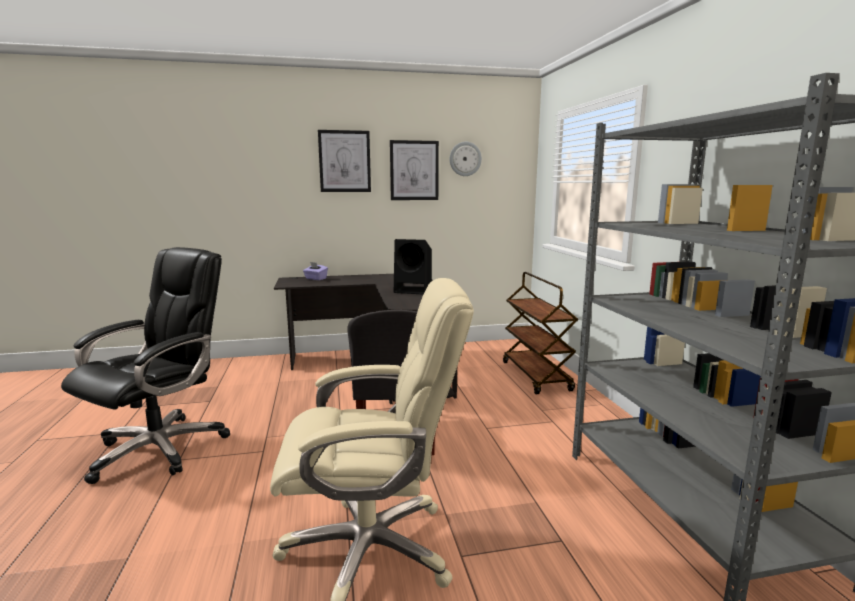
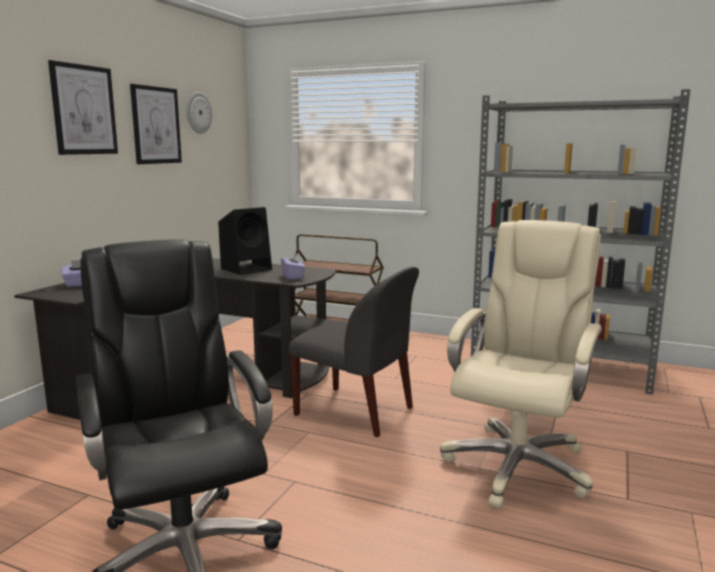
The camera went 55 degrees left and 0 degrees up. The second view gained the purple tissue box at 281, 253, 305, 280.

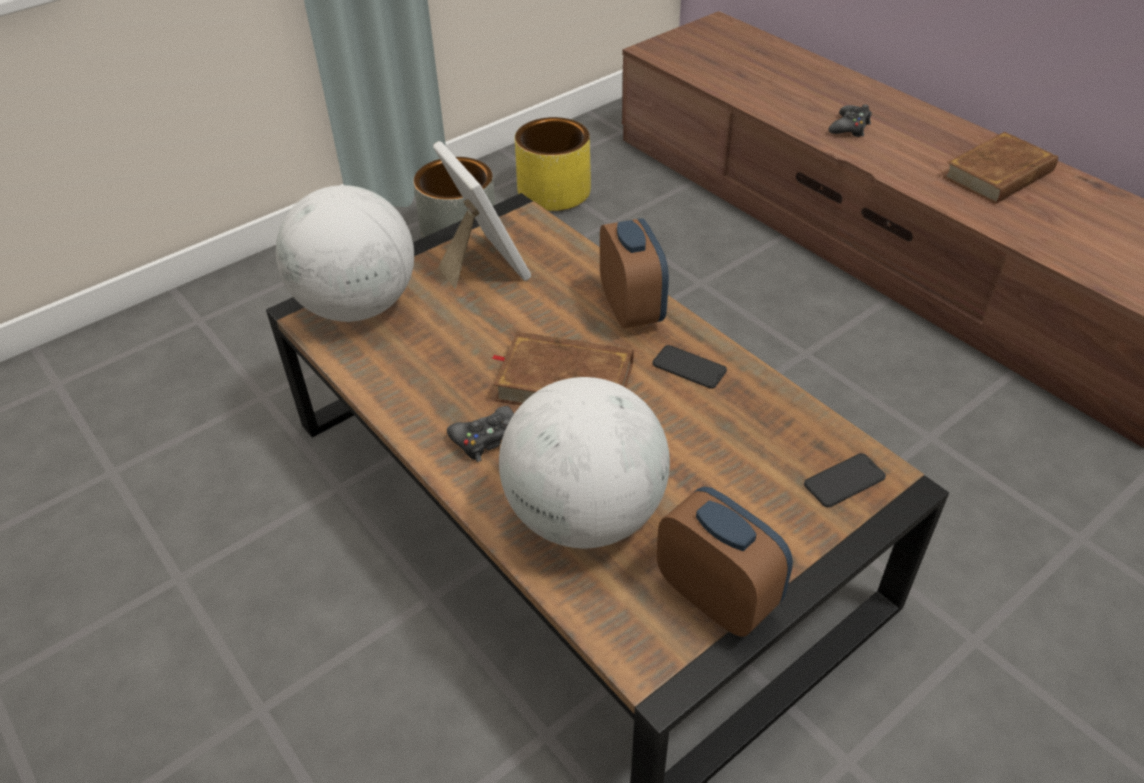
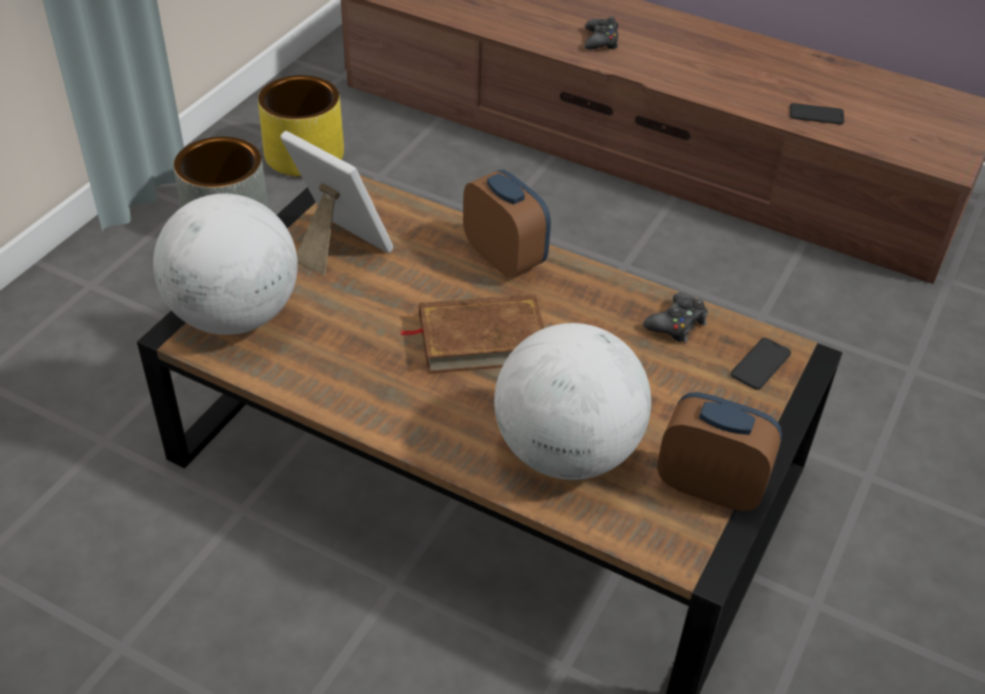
The camera went 25 degrees left and 0 degrees up. The second view lost the brown book at 943, 132, 1058, 204. The black game controller ended up elsewhere, having gone from 447, 406, 514, 462 to 643, 292, 708, 343. The phone ended up elsewhere, having gone from 652, 345, 727, 389 to 790, 103, 844, 124.

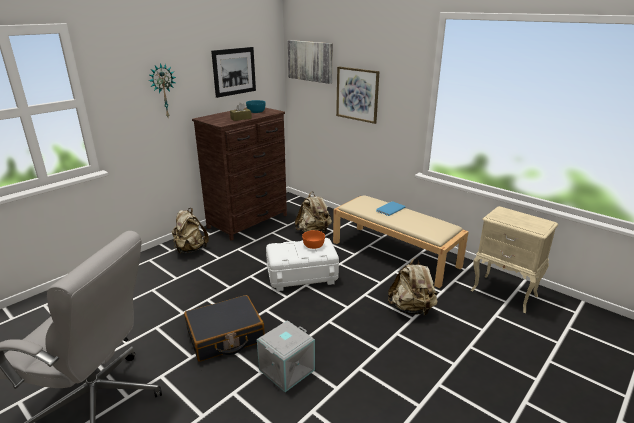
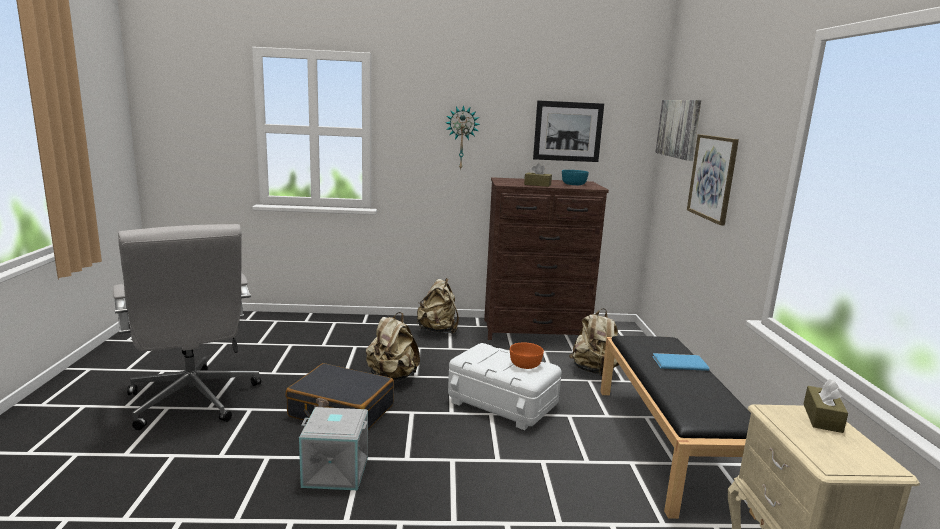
The camera went 45 degrees right and 10 degrees down. The second view gained the brown tissue box at 804, 379, 848, 433. The beige backpack ended up elsewhere, having gone from 388, 257, 438, 315 to 366, 312, 420, 381. What was the beige bench at 333, 195, 469, 288 turned into the black bench at 600, 336, 756, 519.

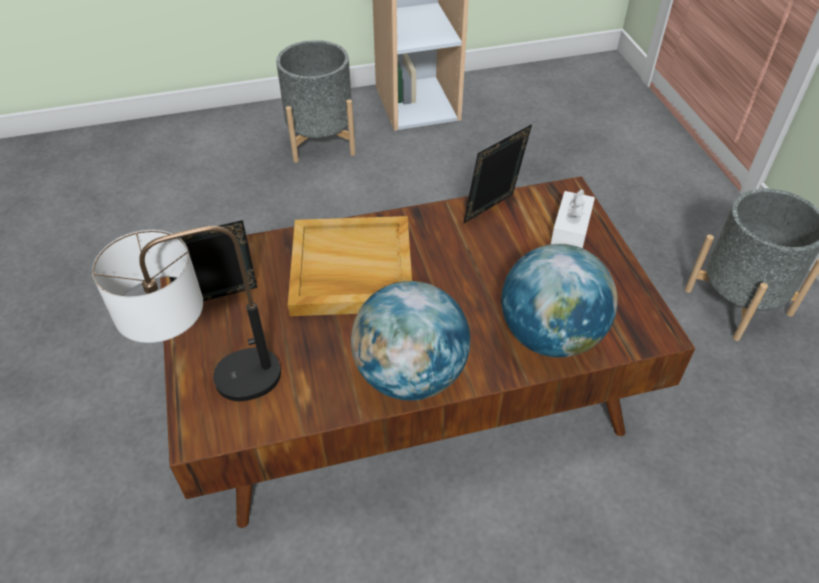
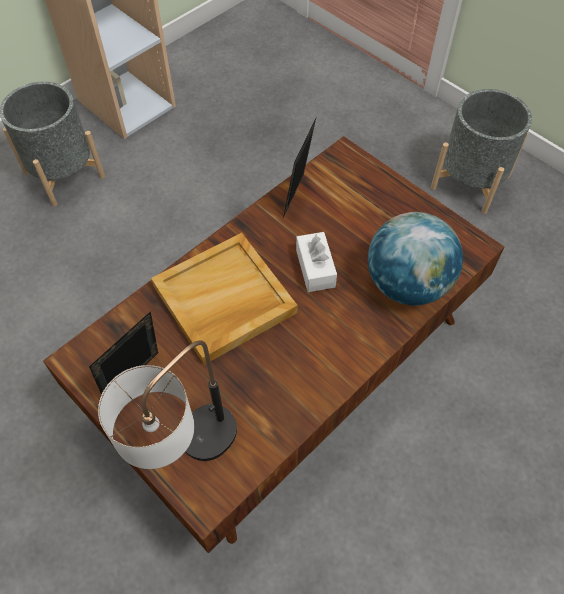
The camera went 30 degrees left and 10 degrees up. The second view lost the globe at 351, 281, 470, 401. The white tissue box ended up elsewhere, having gone from 551, 189, 595, 248 to 296, 232, 337, 292.

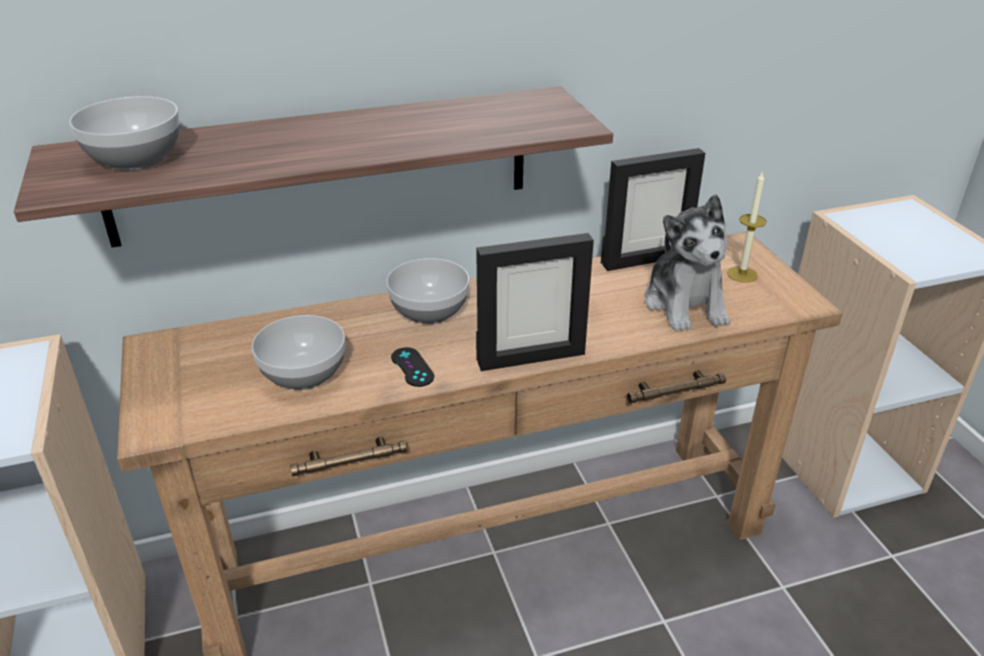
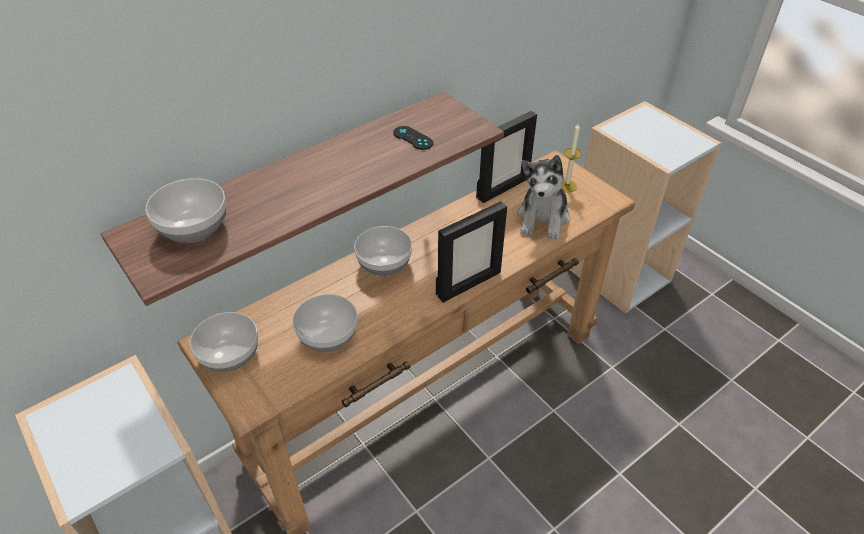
The camera went 20 degrees left and 10 degrees up. The second view gained the bowl at 190, 312, 258, 372. The black game controller ended up elsewhere, having gone from 391, 347, 434, 387 to 393, 126, 433, 150. The plush toy at 645, 194, 730, 332 ended up facing another way, 45 degrees clockwise from before.

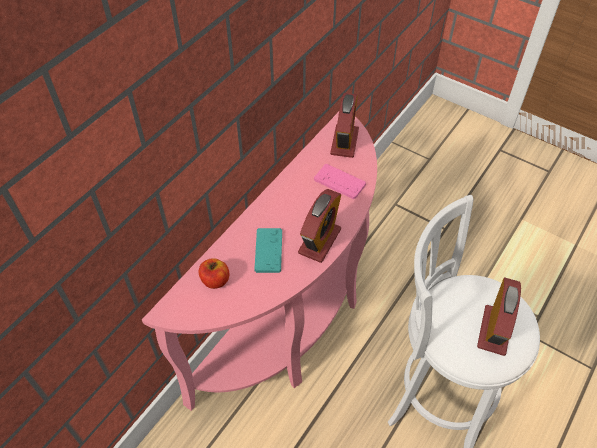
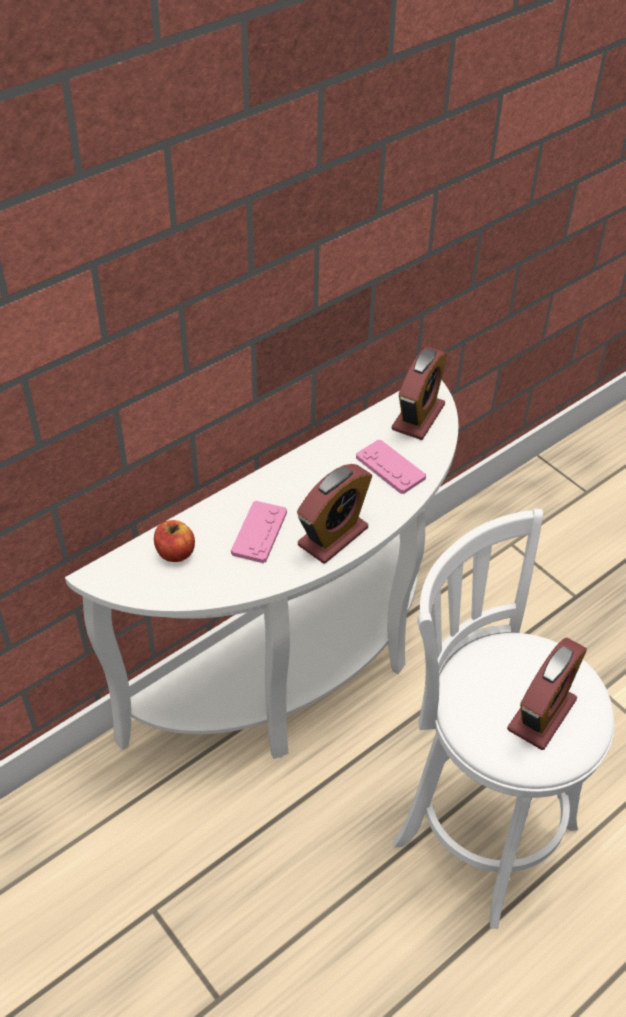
The camera went 15 degrees right and 5 degrees down. What was the pink console table at 142, 112, 377, 411 turned into the white console table at 65, 380, 459, 759. What was the turquoise game controller at 254, 228, 282, 273 turned into the pink game controller at 231, 501, 287, 563.

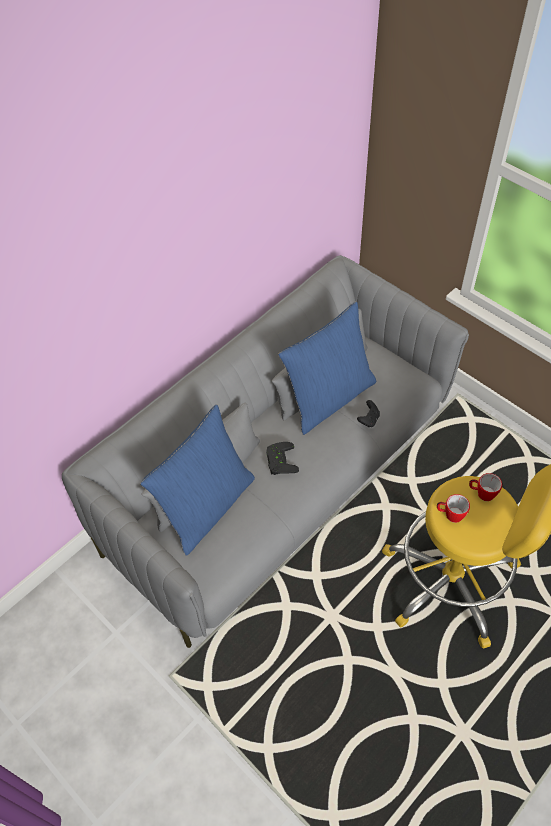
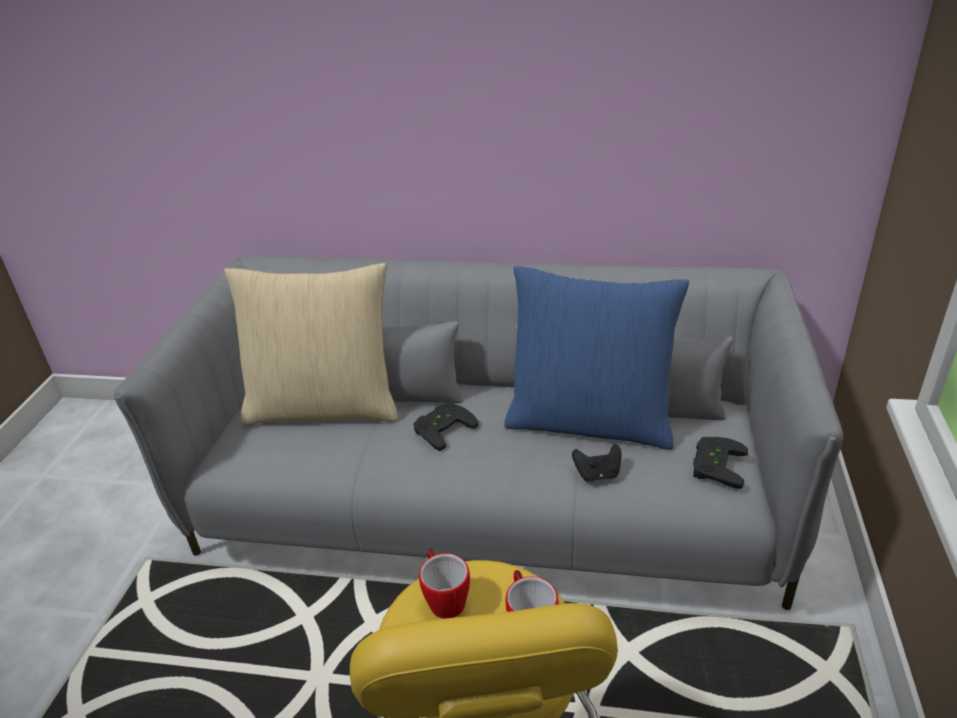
The camera went 55 degrees right and 20 degrees down. The second view gained the black game controller at 693, 437, 748, 489. What was the blue pillow at 140, 404, 255, 556 turned into the beige pillow at 224, 263, 399, 425.

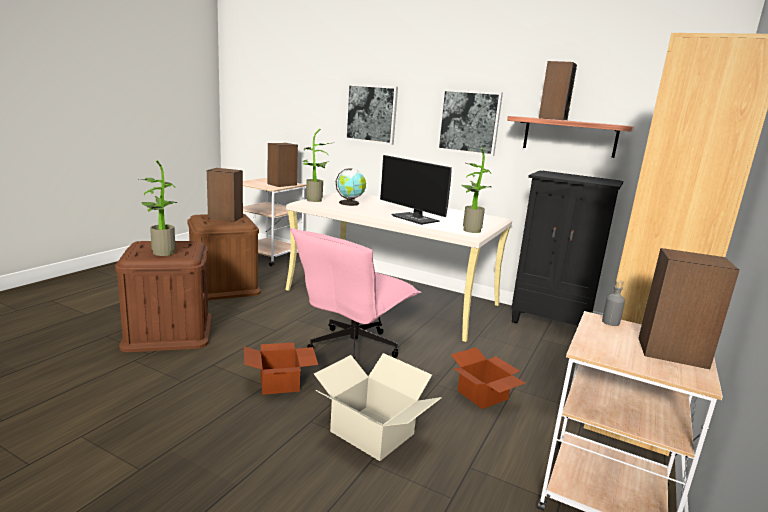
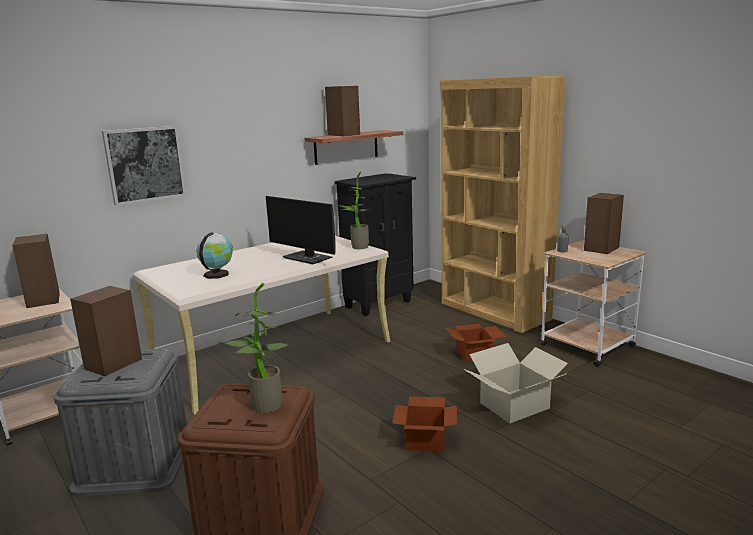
The camera went 65 degrees left and 0 degrees up. The second view lost the pink office chair at 290, 228, 422, 359. The second view lost the potted plant at 303, 128, 334, 202. The second view lost the picture at 437, 89, 503, 156. What was the brown storage box at 187, 214, 261, 300 turned into the grey storage box at 54, 349, 187, 496. The monitor at 380, 155, 452, 225 ended up facing another way, 60 degrees clockwise from before.

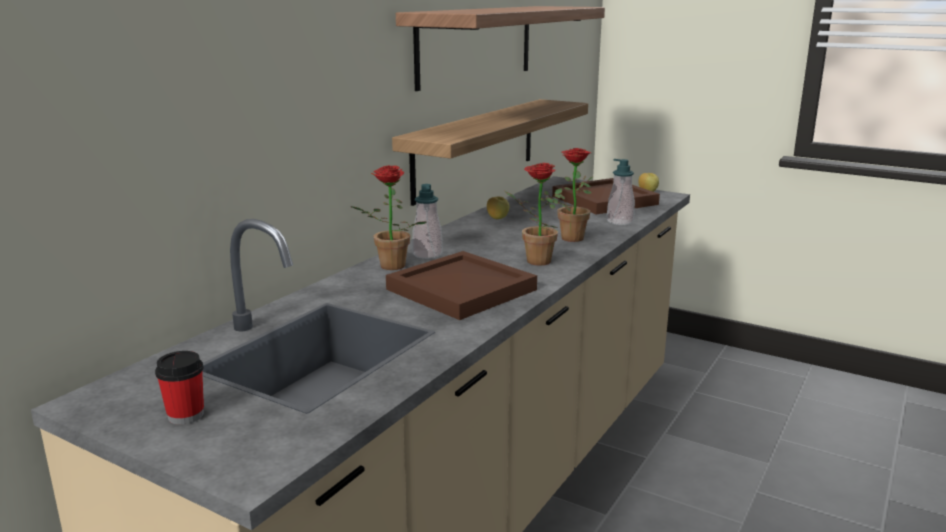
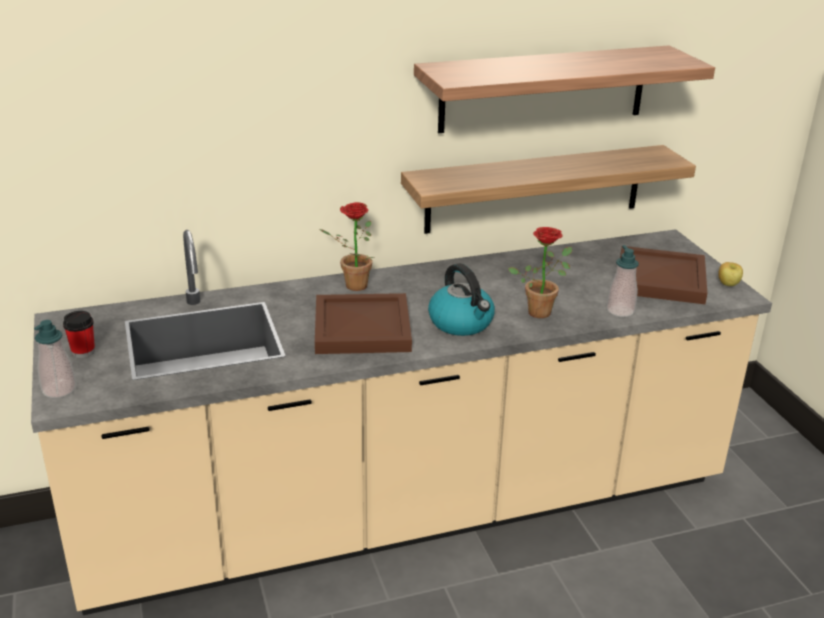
The camera went 40 degrees right and 10 degrees up. The second view lost the apple at 487, 197, 509, 219. The soap dispenser ended up elsewhere, having gone from 412, 184, 443, 259 to 34, 320, 76, 398. Where the potted plant stood at 505, 163, 562, 266, the kettle came to stand at 428, 263, 495, 336.

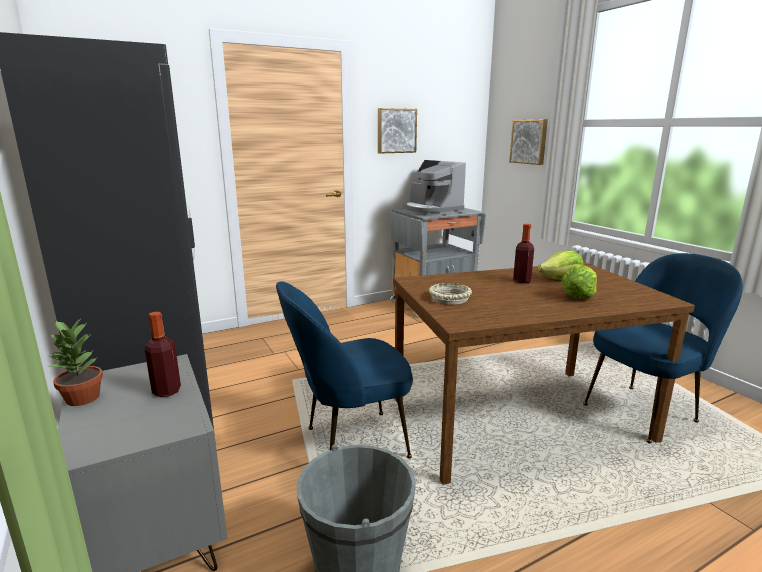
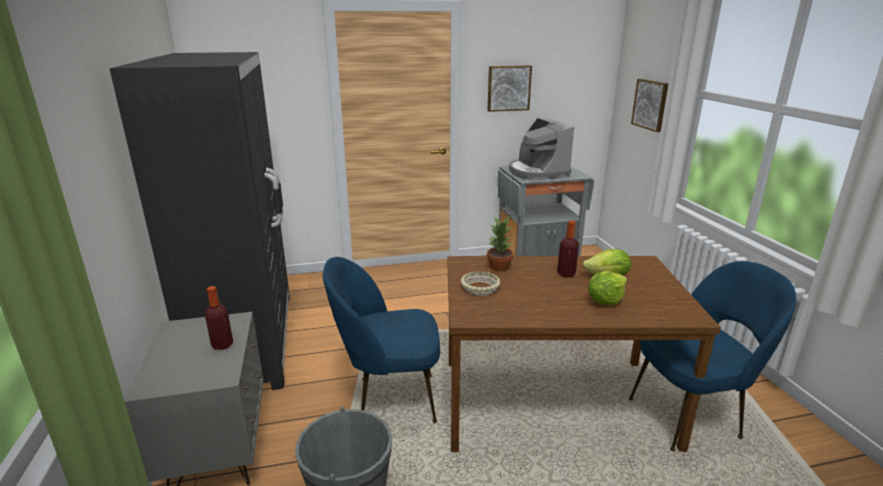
The camera went 15 degrees right and 5 degrees up. The potted plant ended up elsewhere, having gone from 49, 319, 103, 406 to 487, 217, 513, 271.

